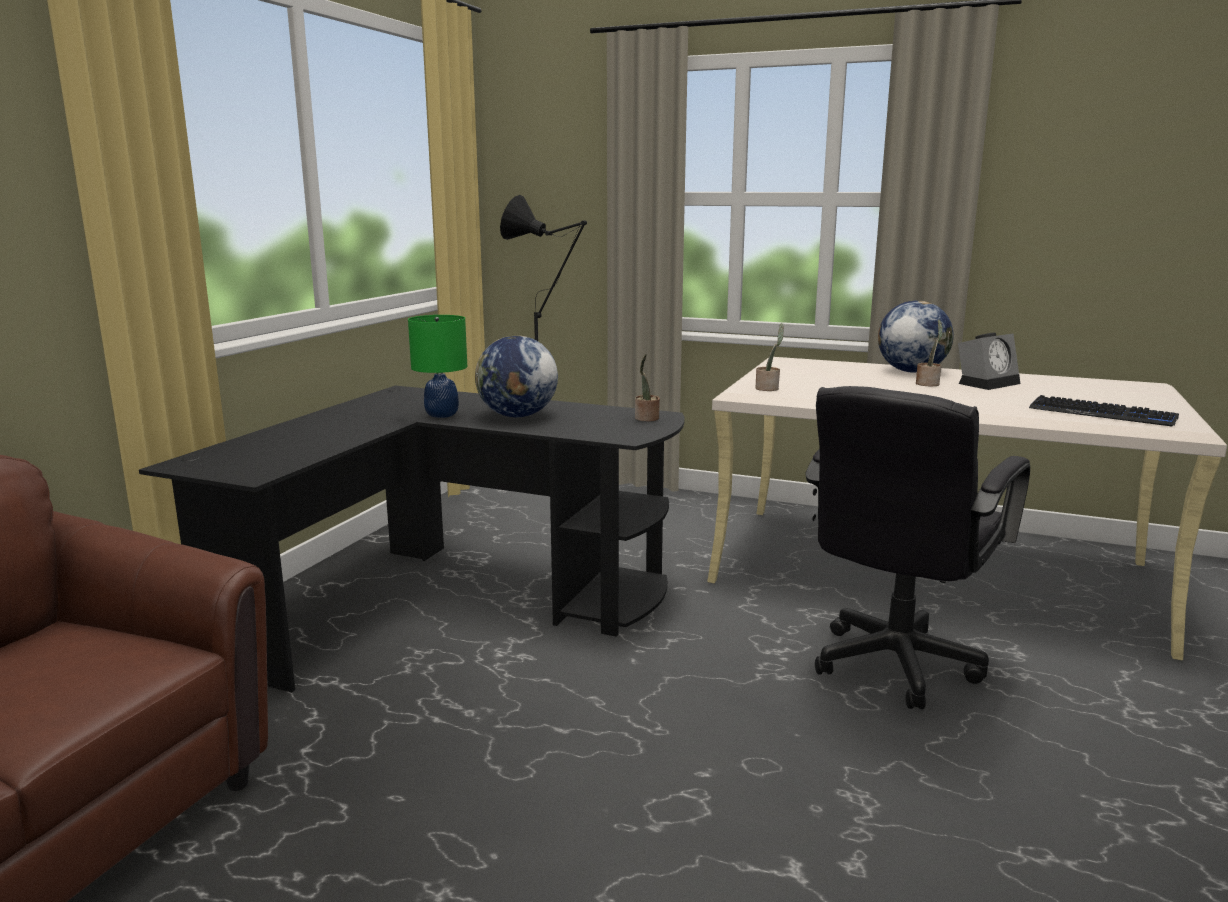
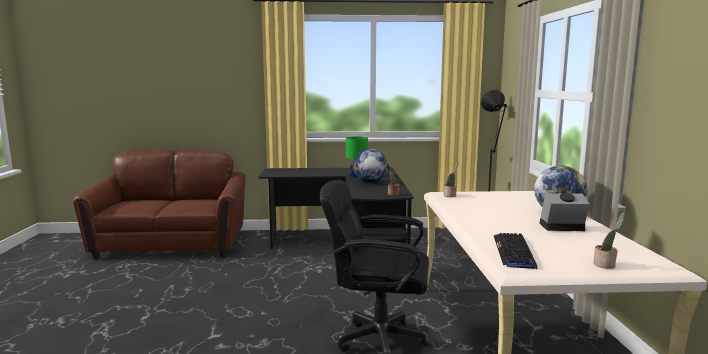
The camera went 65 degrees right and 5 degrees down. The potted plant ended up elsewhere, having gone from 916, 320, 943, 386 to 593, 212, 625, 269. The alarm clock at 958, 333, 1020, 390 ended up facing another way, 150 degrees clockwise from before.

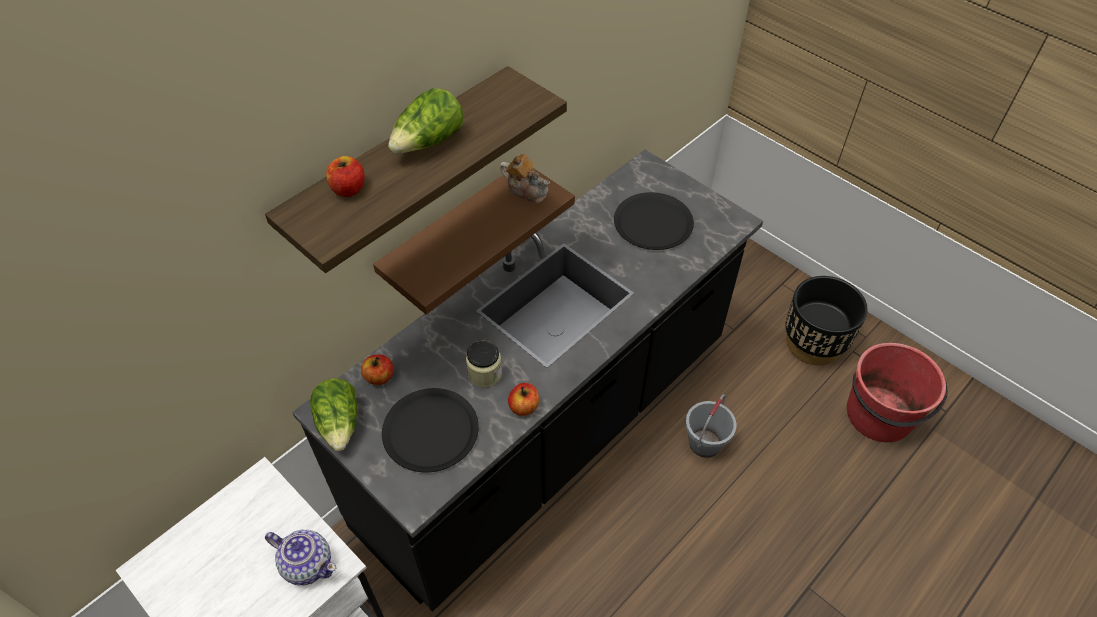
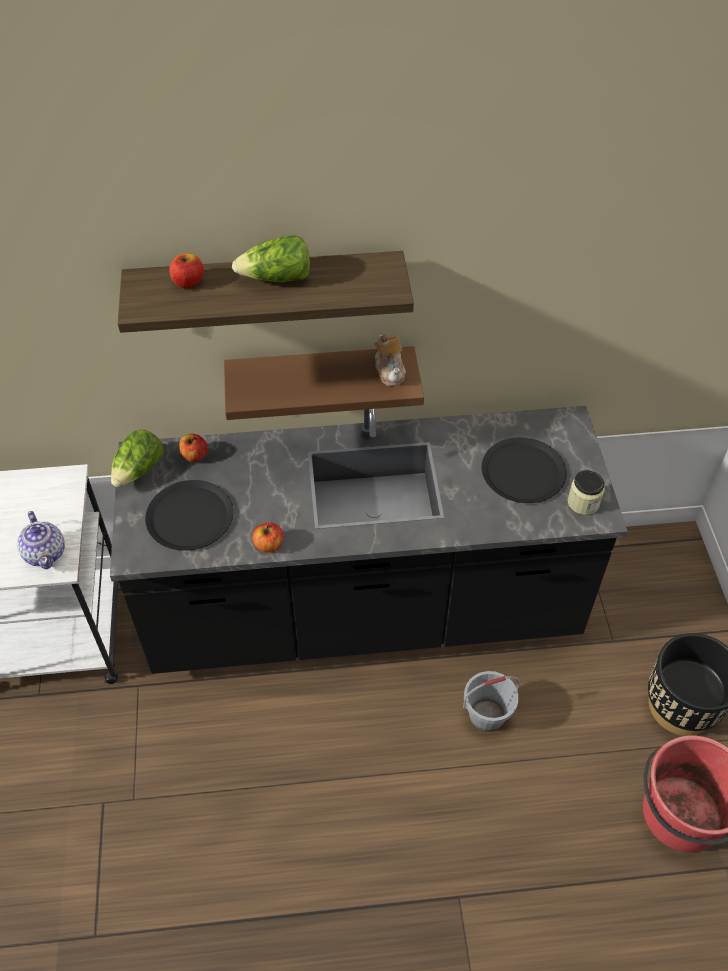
The camera went 40 degrees right and 0 degrees up. The jar ended up elsewhere, having gone from 466, 341, 502, 387 to 568, 470, 605, 515.

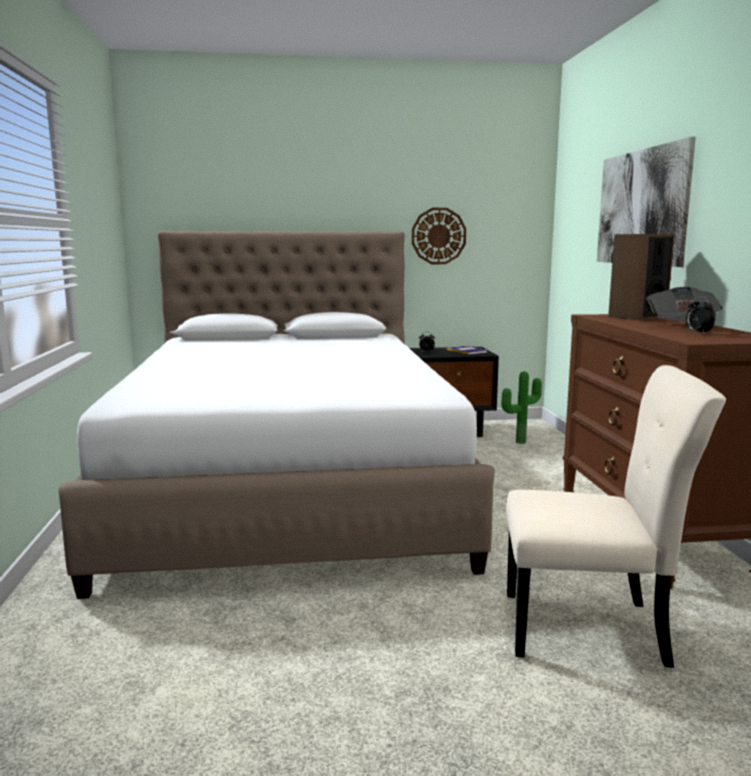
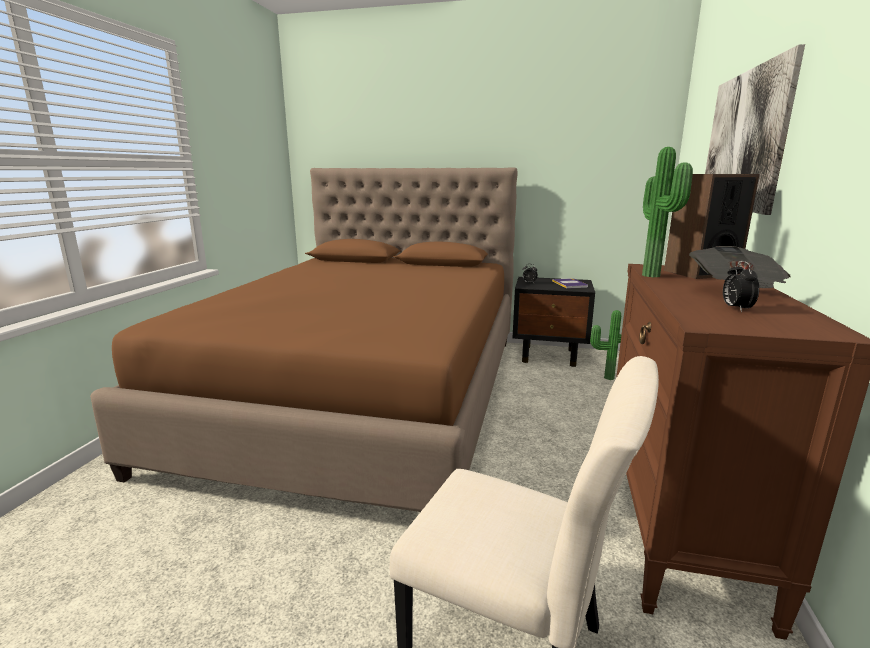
The camera went 20 degrees right and 5 degrees up. The second view lost the wall clock at 412, 208, 466, 264. The second view gained the potted plant at 642, 147, 693, 277. What was the white bed at 58, 231, 495, 599 turned into the brown bed at 90, 168, 518, 512.

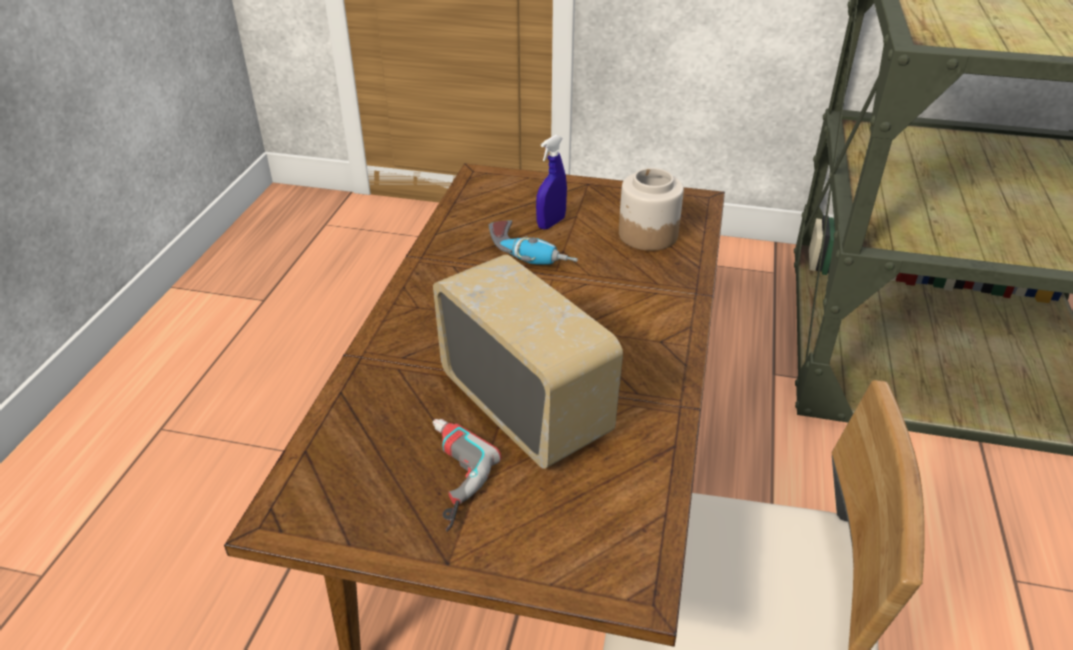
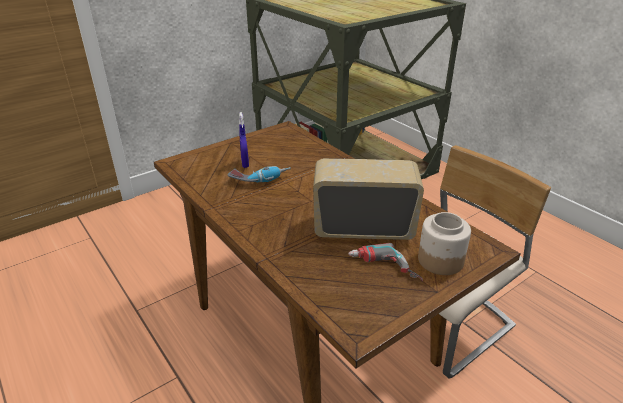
The camera went 50 degrees left and 5 degrees down. The jar ended up elsewhere, having gone from 619, 168, 684, 251 to 418, 212, 471, 275.

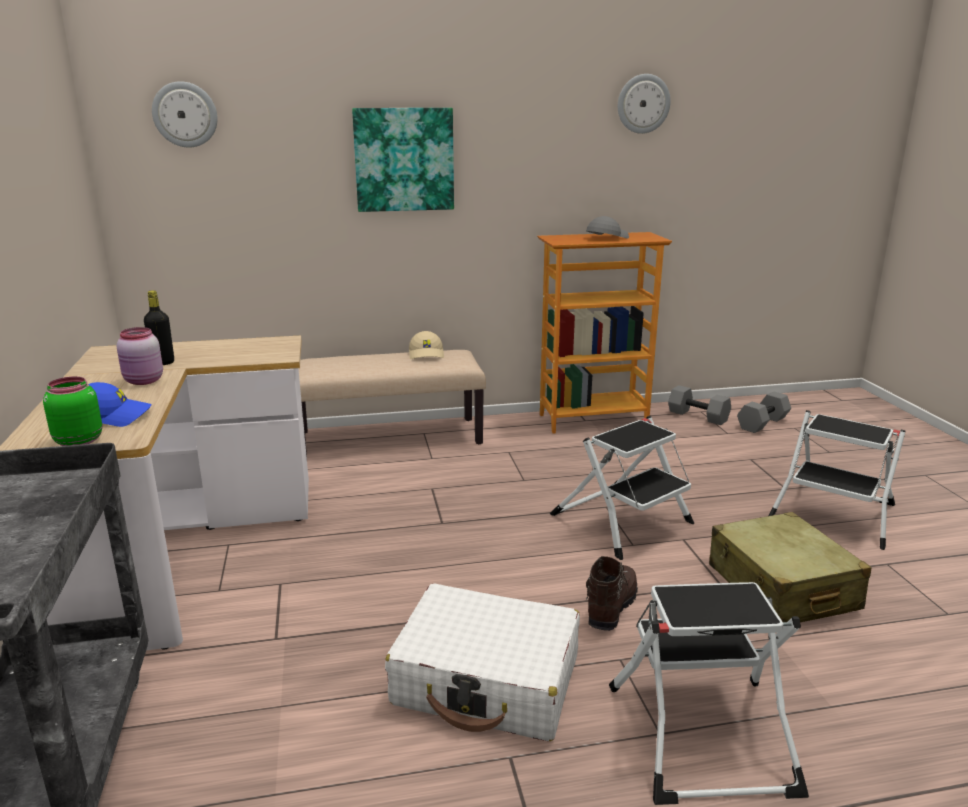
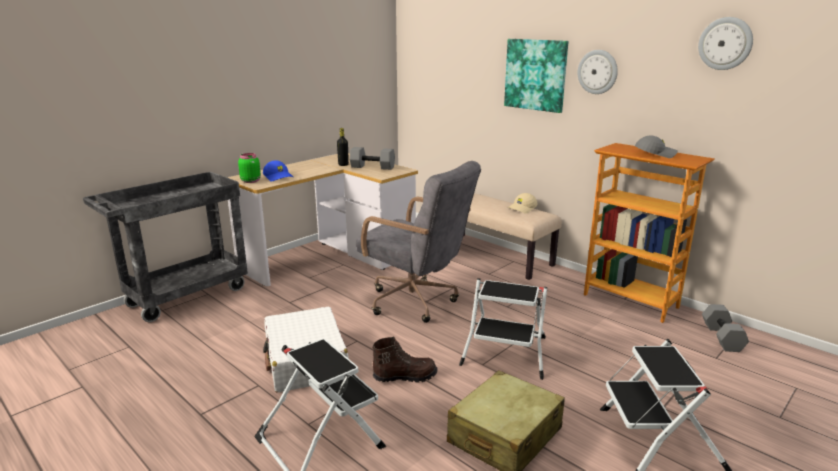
The camera went 55 degrees right and 0 degrees up. The second view lost the pink jar at 117, 327, 163, 385. The second view gained the grey office chair at 356, 161, 481, 323. The wall clock ended up elsewhere, having gone from 152, 81, 218, 148 to 578, 50, 618, 94. The grey dumbbell ended up elsewhere, having gone from 737, 391, 791, 433 to 349, 147, 395, 170.

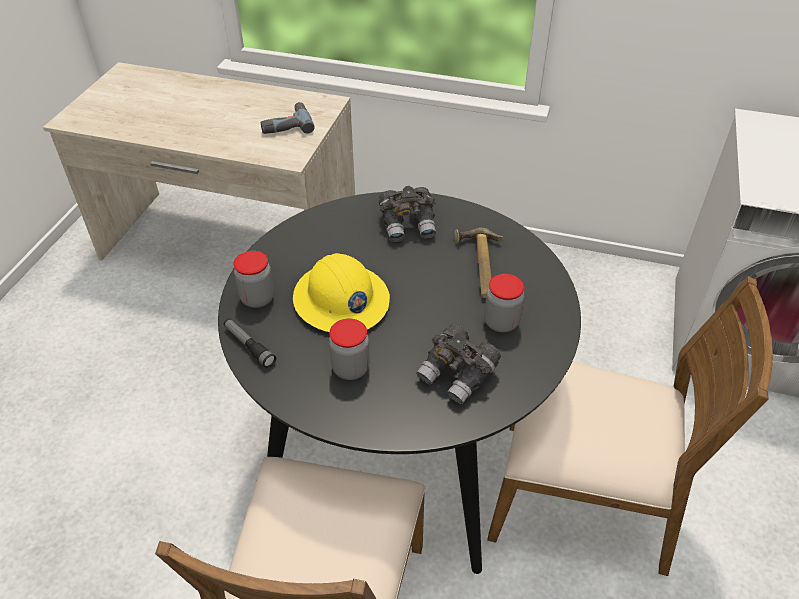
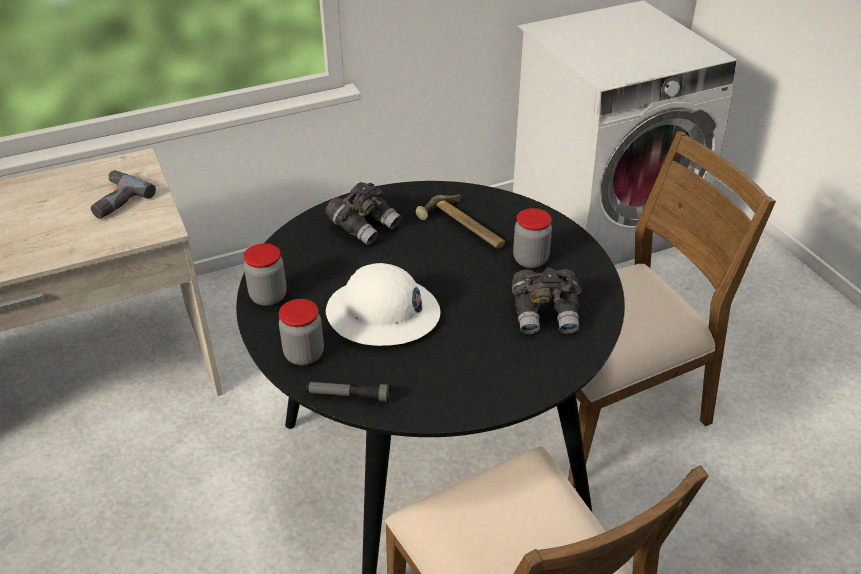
The camera went 40 degrees left and 5 degrees down. The jar ended up elsewhere, having gone from 329, 319, 370, 380 to 243, 243, 287, 306. What was the yellow hard hat at 293, 253, 390, 332 turned into the white hard hat at 326, 263, 440, 346.

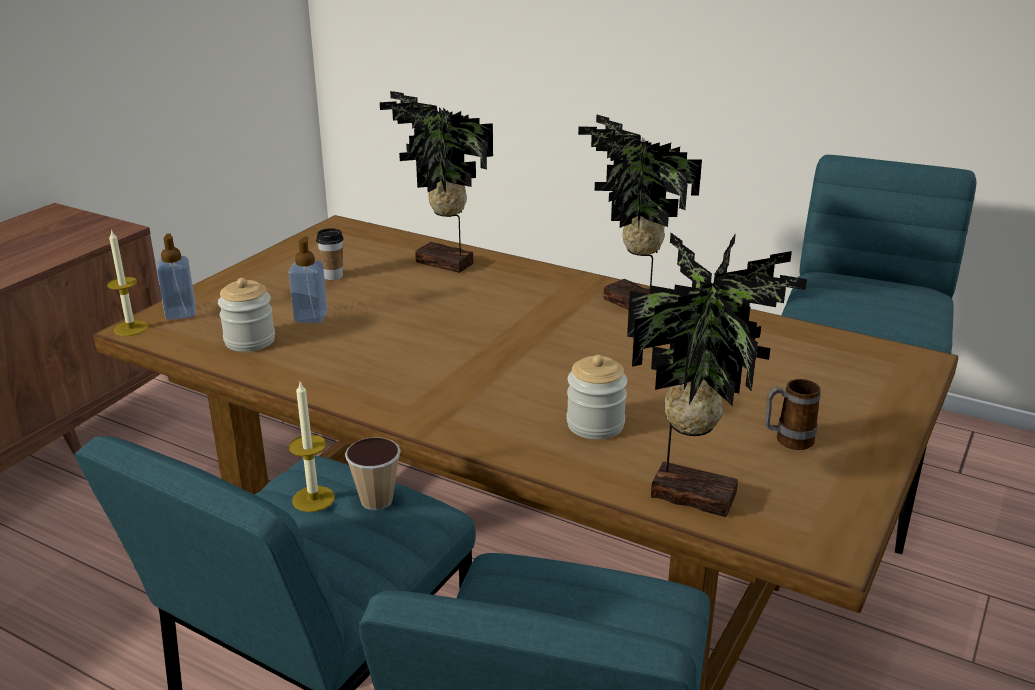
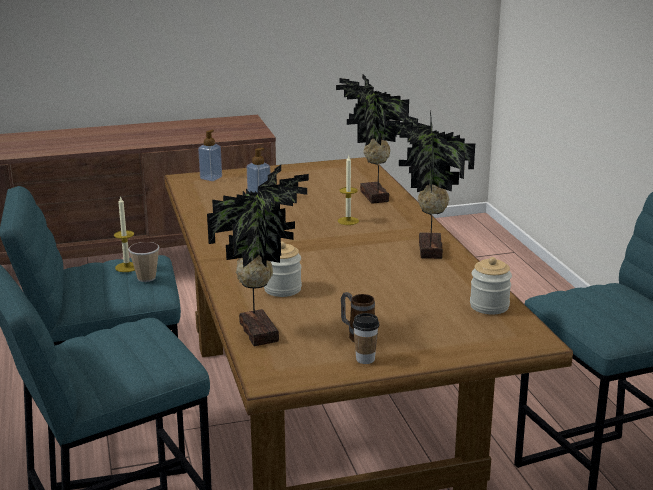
The camera went 45 degrees right and 5 degrees down. The candle ended up elsewhere, having gone from 107, 229, 148, 336 to 338, 156, 359, 225. The jar ended up elsewhere, having gone from 218, 278, 275, 352 to 470, 257, 512, 314. The cup ended up elsewhere, having gone from 316, 228, 344, 280 to 353, 313, 379, 364.

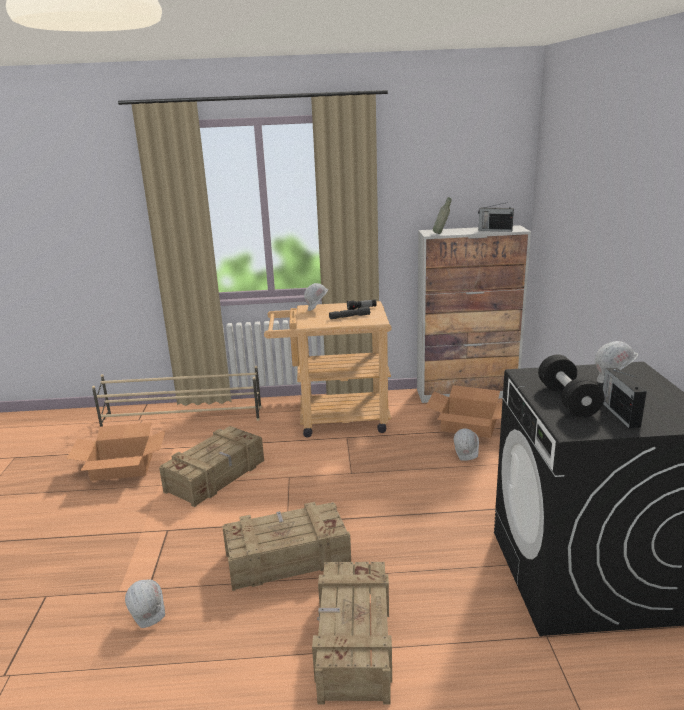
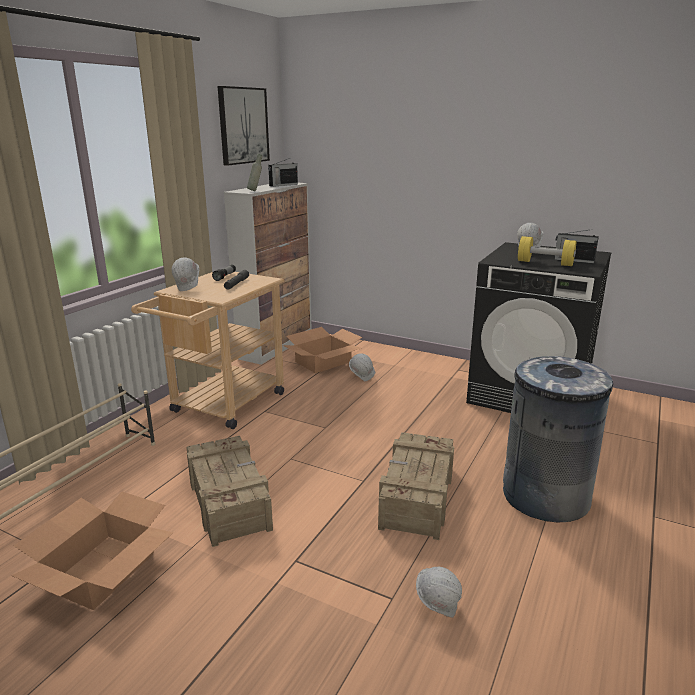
The camera went 60 degrees left and 0 degrees up. The second view gained the picture at 218, 86, 270, 166. Where the crate stood at 312, 562, 392, 705, the grey trash can came to stand at 503, 356, 613, 522. What was the black dumbbell at 538, 355, 605, 418 turned into the yellow dumbbell at 518, 236, 576, 266.

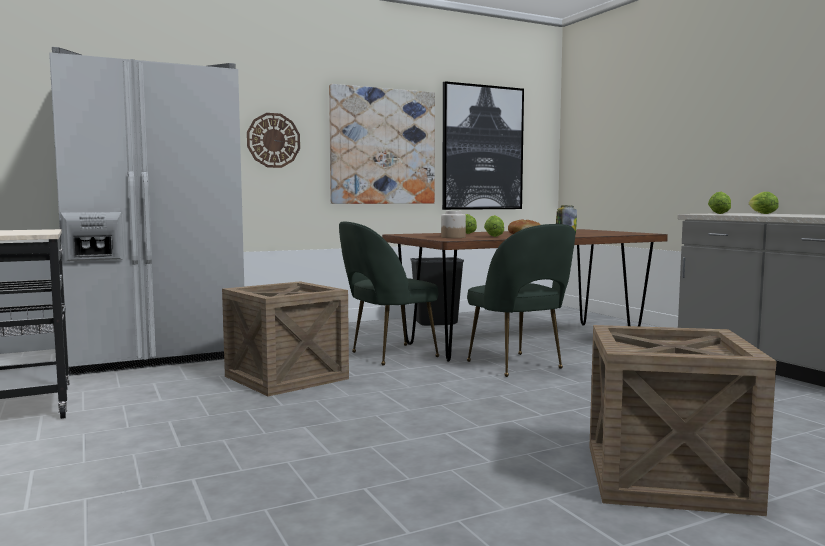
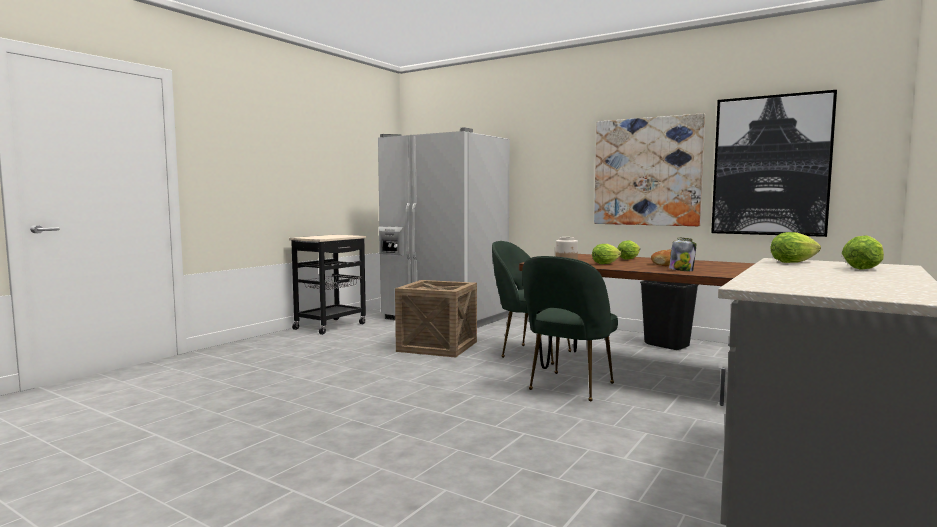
The camera went 60 degrees right and 0 degrees up. The second view lost the wall clock at 247, 113, 300, 168. The second view lost the crate at 589, 325, 776, 516.

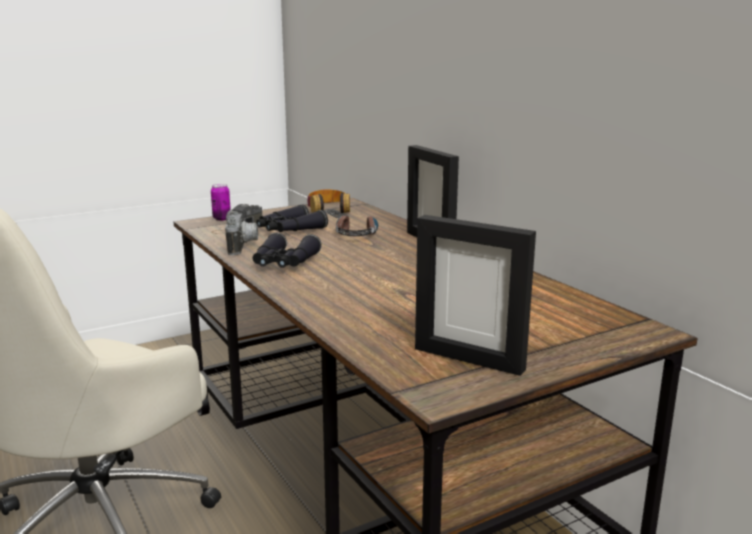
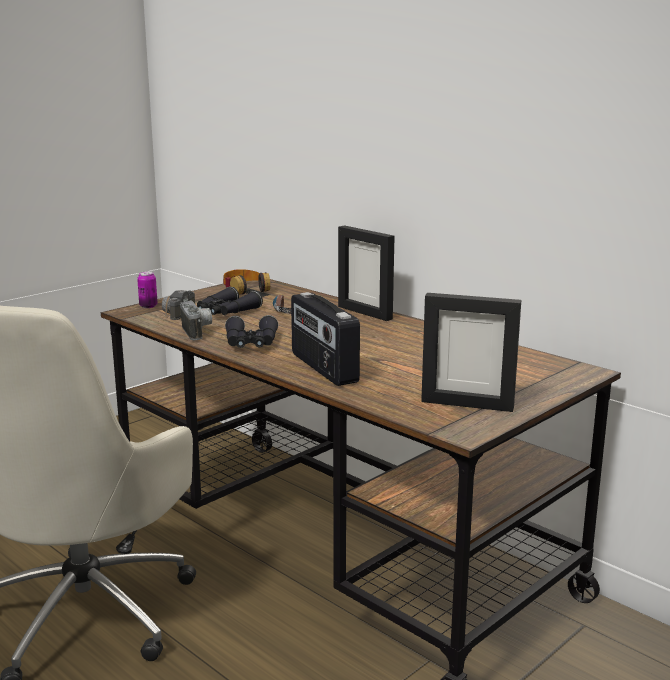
The camera went 15 degrees left and 0 degrees up. The second view gained the radio at 291, 292, 360, 386.

